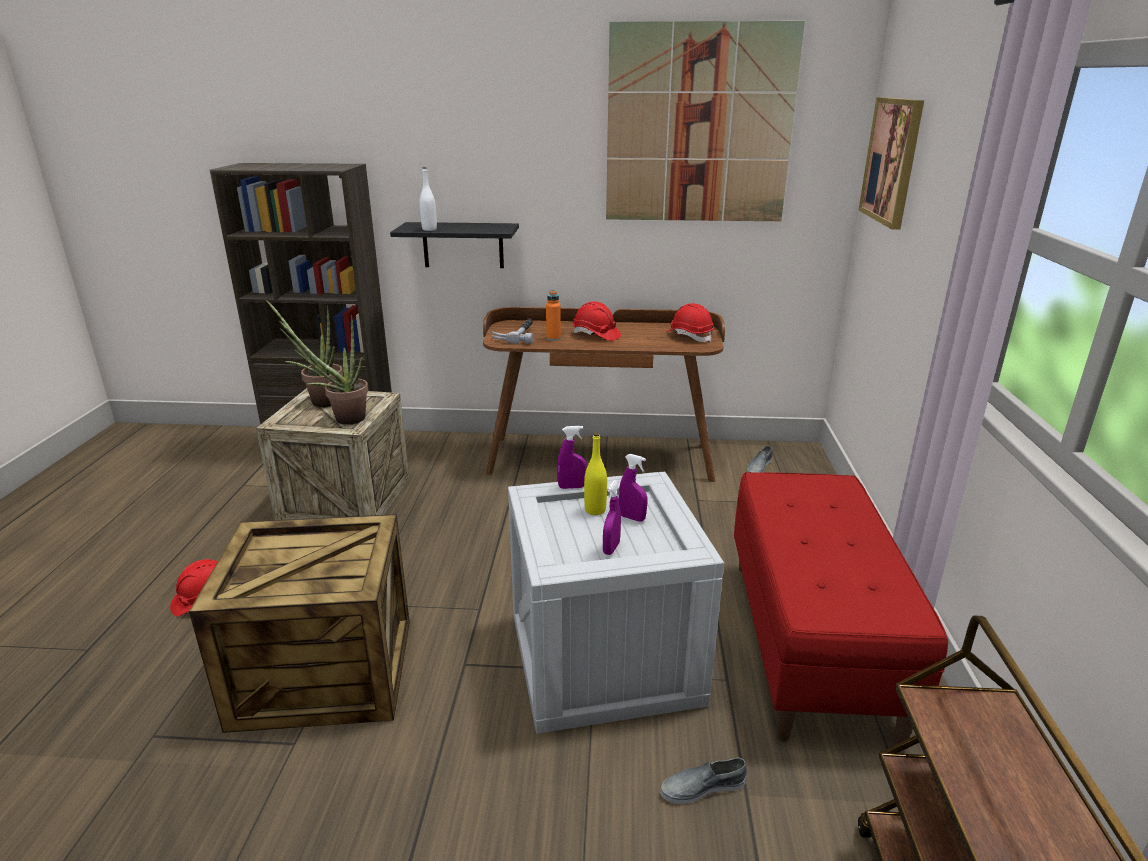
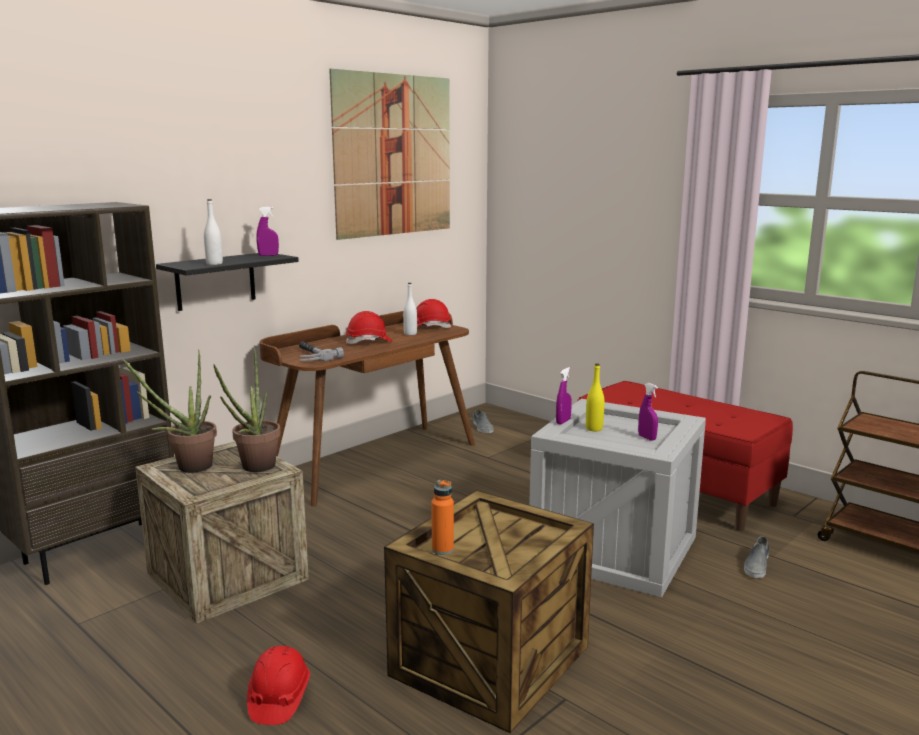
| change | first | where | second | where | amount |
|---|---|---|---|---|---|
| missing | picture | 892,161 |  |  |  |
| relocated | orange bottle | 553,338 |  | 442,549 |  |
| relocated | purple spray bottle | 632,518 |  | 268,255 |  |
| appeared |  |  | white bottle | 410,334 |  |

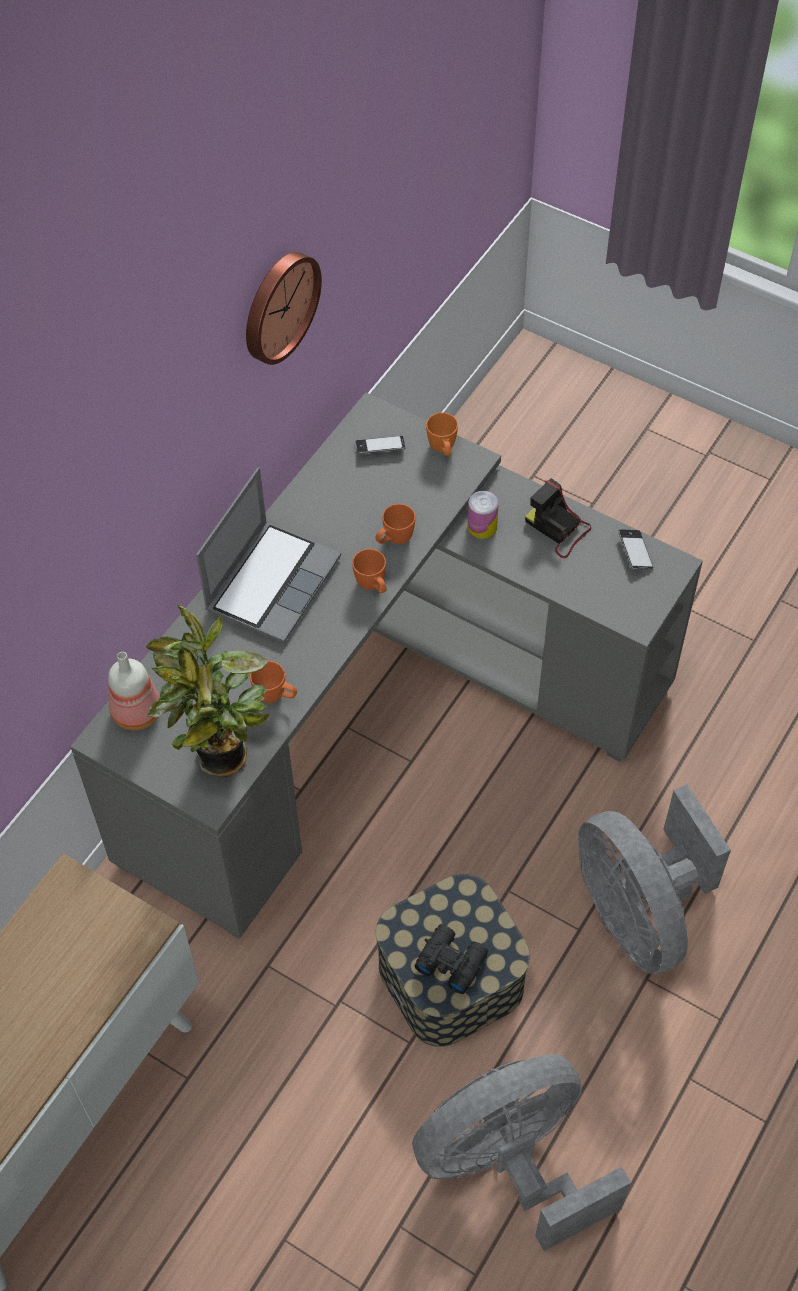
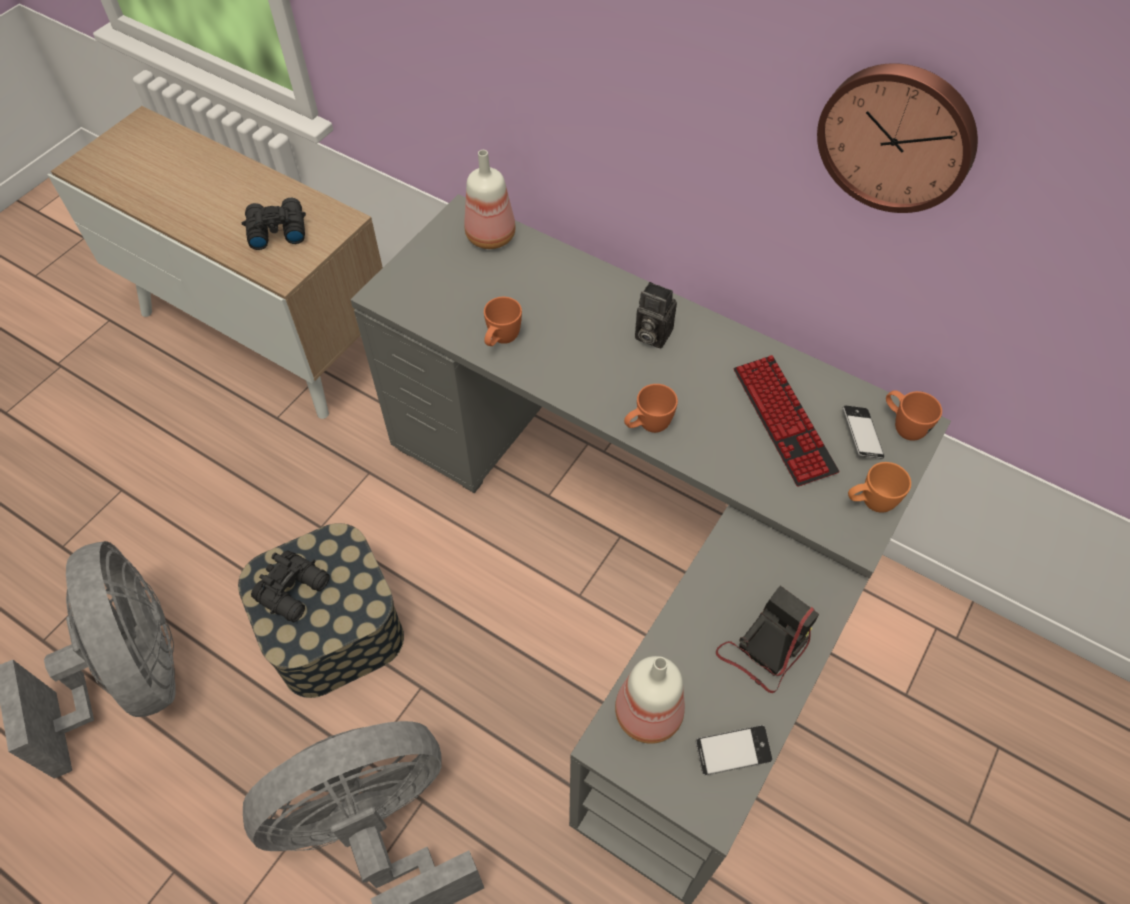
| change | first | where | second | where | amount |
|---|---|---|---|---|---|
| exchanged | laptop | 272,582 | photo camera | 650,335 |  |
| missing | can | 482,526 |  |  |  |
| relocated | orange mug | 394,540 |  | 902,426 |  |
| missing | potted plant | 222,762 |  |  |  |
| appeared |  |  | black binoculars | 276,230 |  |
| appeared |  |  | keyboard | 783,420 |  |
| appeared |  |  | bottle | 646,712 |  |

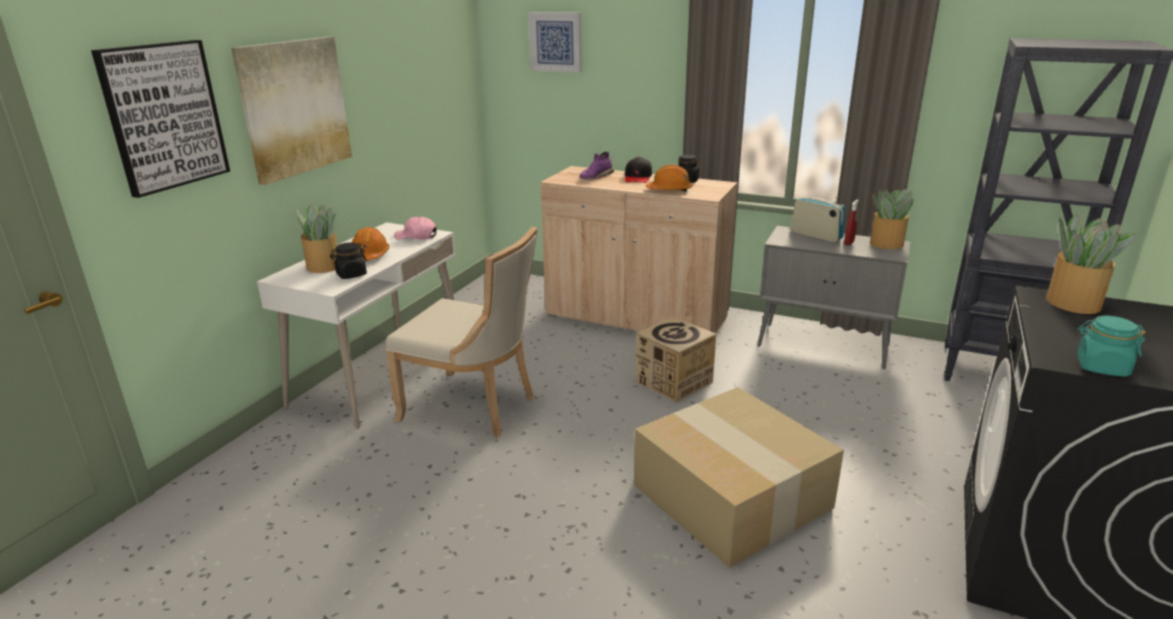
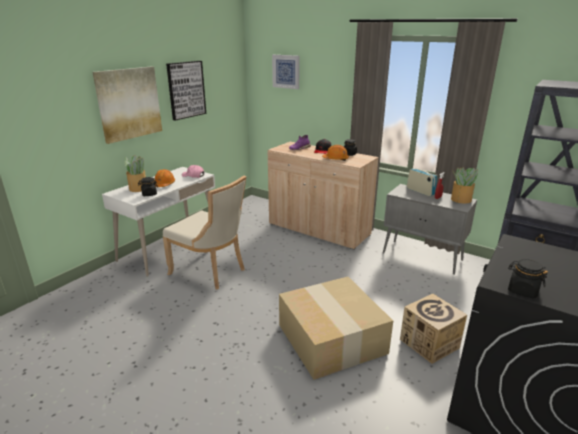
| change | first | where | second | where | amount |
|---|---|---|---|---|---|
| relocated | picture | 164,116 |  | 186,90 |  |
| missing | potted plant | 1072,302 |  |  |  |
| relocated | cardboard box | 674,382 |  | 429,343 |  |
| colour | turquoise jar | 1101,367 | black jar | 522,290 |  |

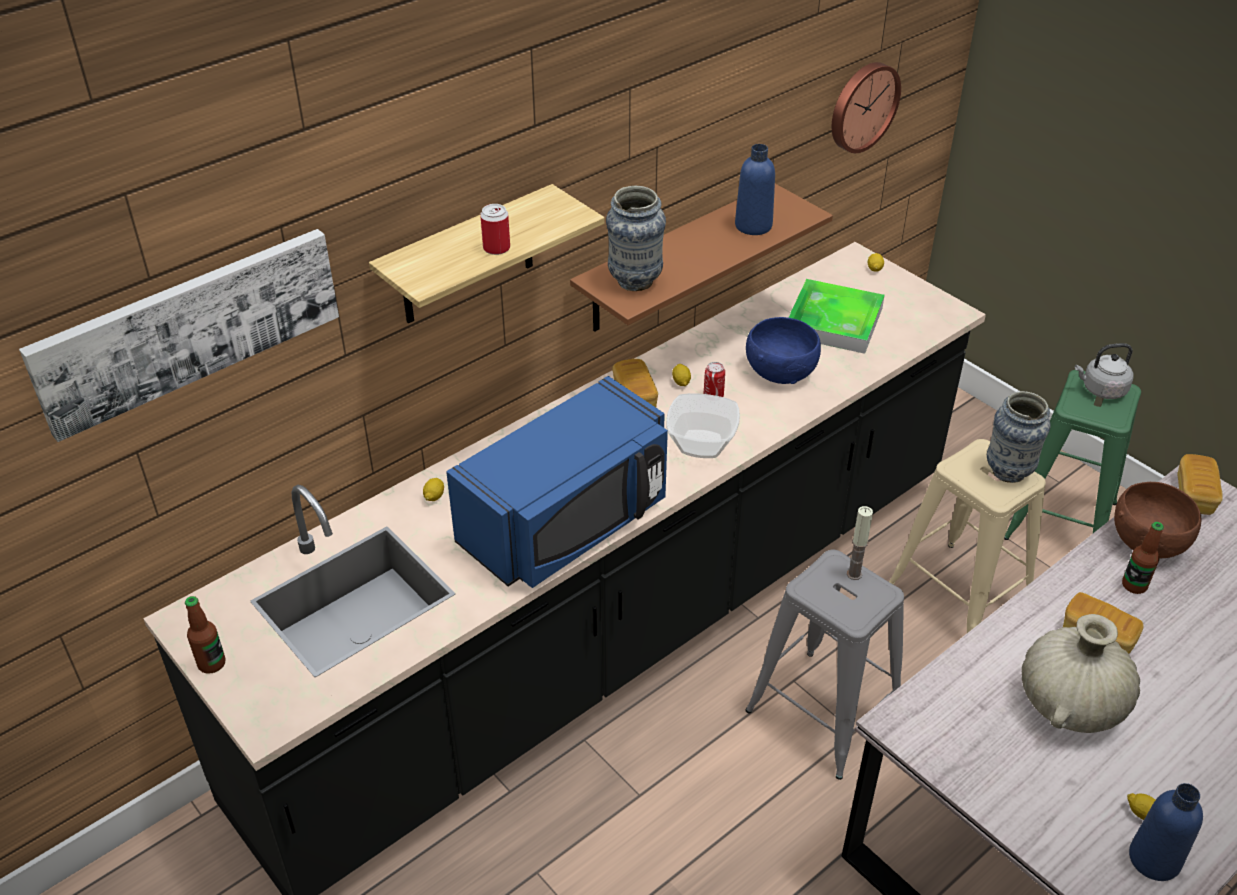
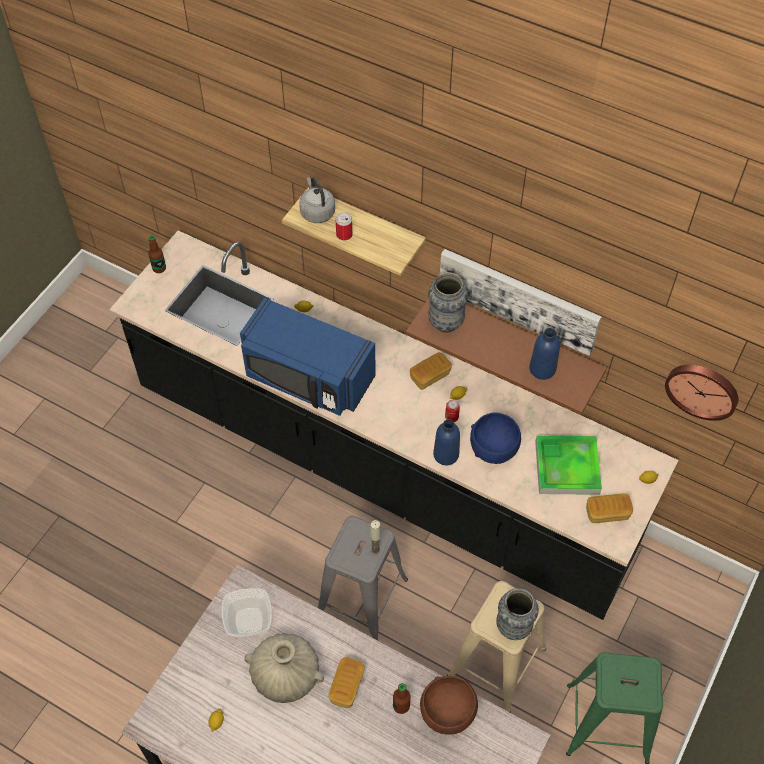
| change | first | where | second | where | amount |
|---|---|---|---|---|---|
| relocated | picture | 188,328 |  | 518,299 |  |
| relocated | grey kettle | 1101,390 |  | 317,211 |  |
| relocated | bowl | 702,444 |  | 249,622 |  |
| relocated | bread | 1194,495 |  | 607,513 |  |
| relocated | blue bottle | 1154,859 |  | 446,454 |  |

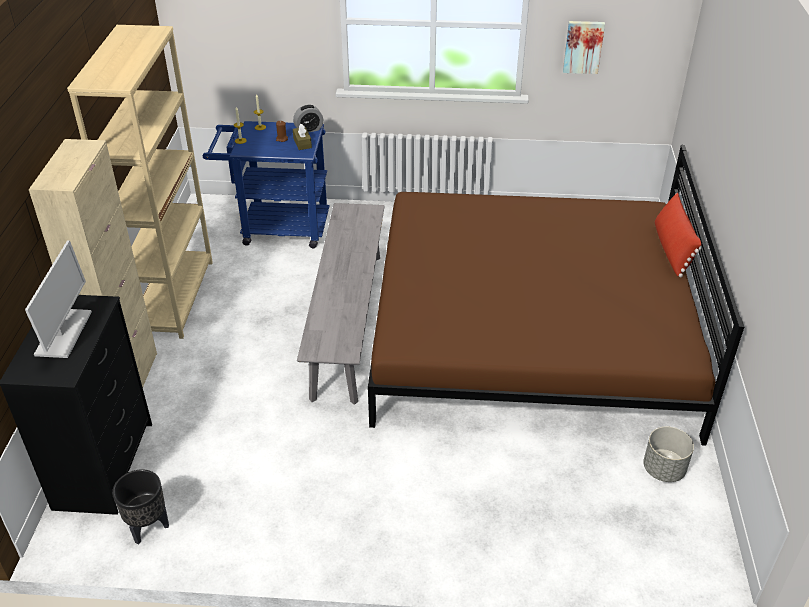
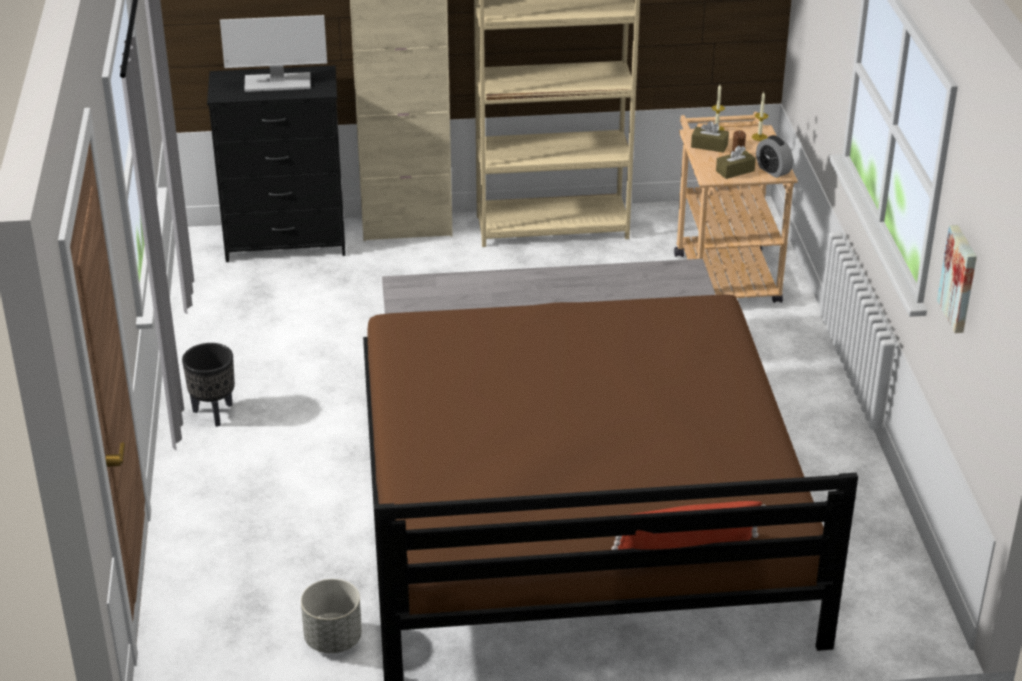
| change | first | where | second | where | amount |
|---|---|---|---|---|---|
| colour | blue cart | 276,228 | beige cart | 724,272 |  |
| relocated | black planter | 148,528 |  | 213,413 |  |
| appeared |  |  | brown tissue box | 709,146 |  |

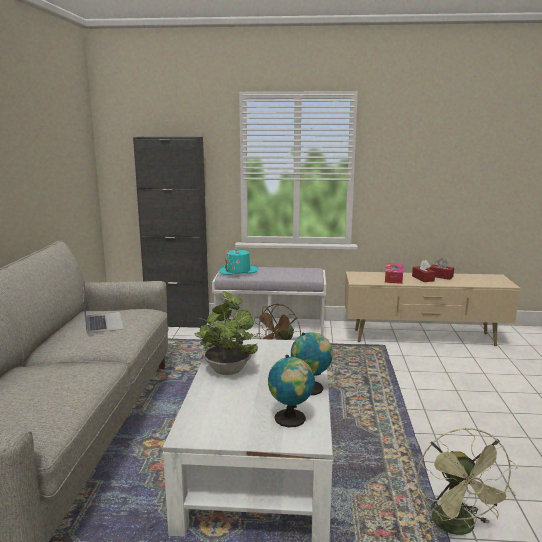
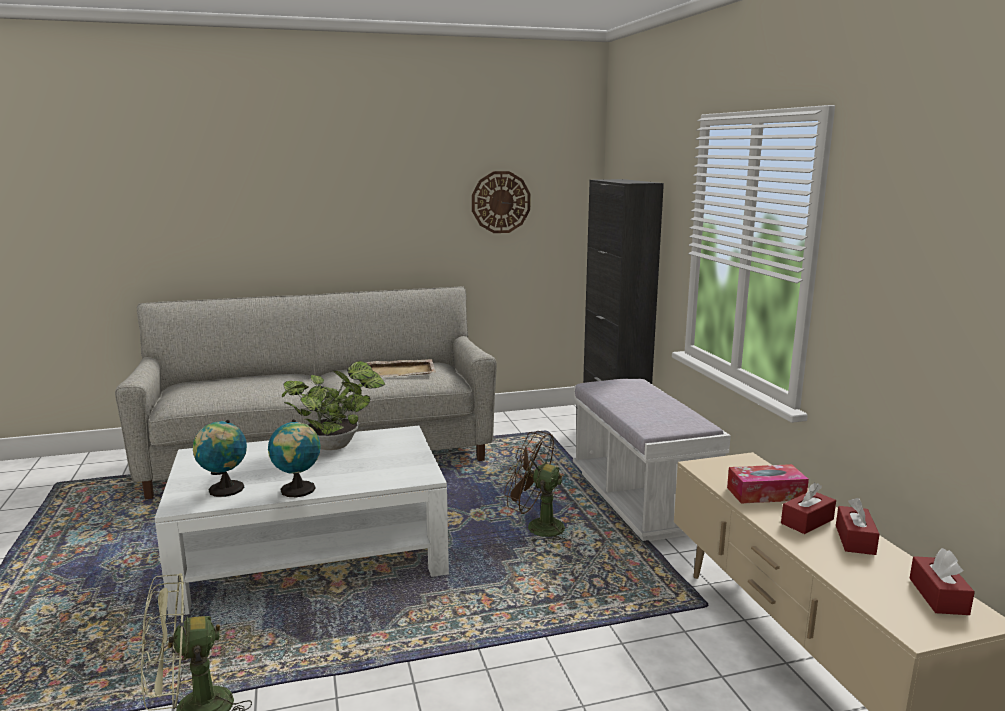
| change | first | where | second | where | amount |
|---|---|---|---|---|---|
| missing | turquoise hat | 238,271 |  |  |  |
| exchanged | laptop | 103,322 | beige tray | 397,371 |  |
| appeared |  |  | wall clock | 500,202 |  |
| appeared |  |  | red tissue box | 938,596 |  |

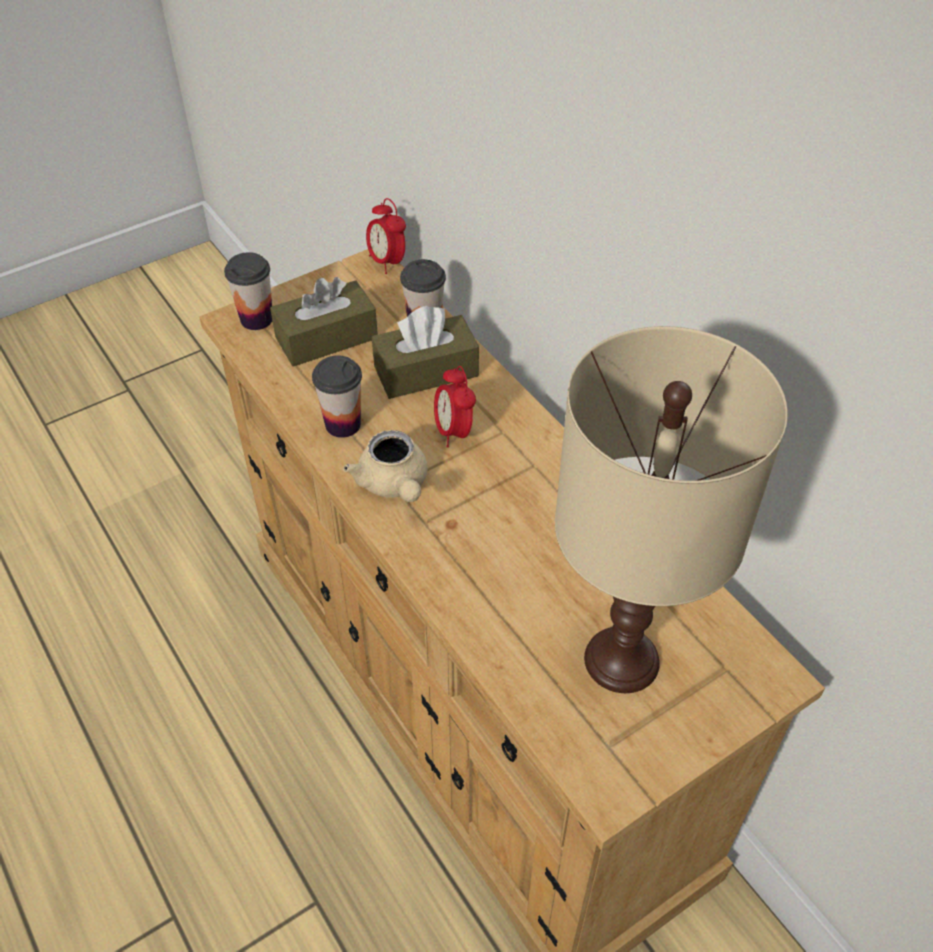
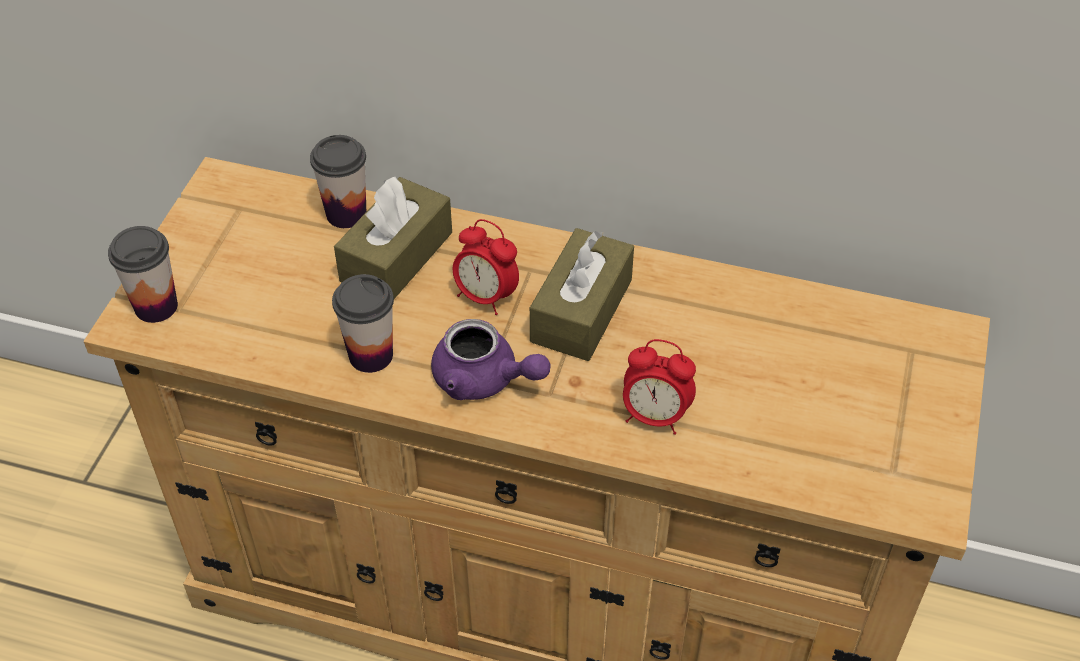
| change | first | where | second | where | amount |
|---|---|---|---|---|---|
| relocated | alarm clock | 387,262 |  | 654,416 |  |
| relocated | brown tissue box | 326,338 |  | 581,310 |  |
| missing | beige table lamp | 622,661 |  |  |  |
| colour | beige teapot | 394,485 | purple teapot | 484,380 |  |

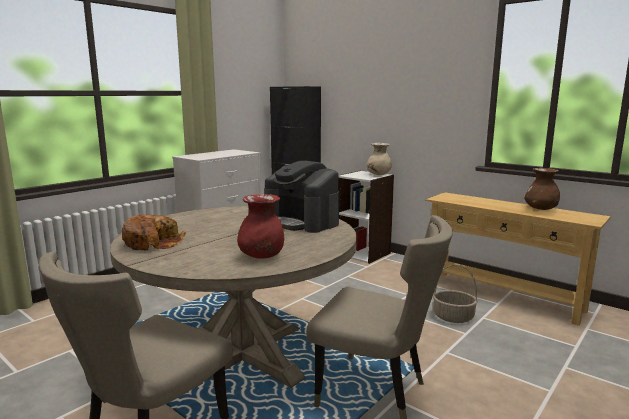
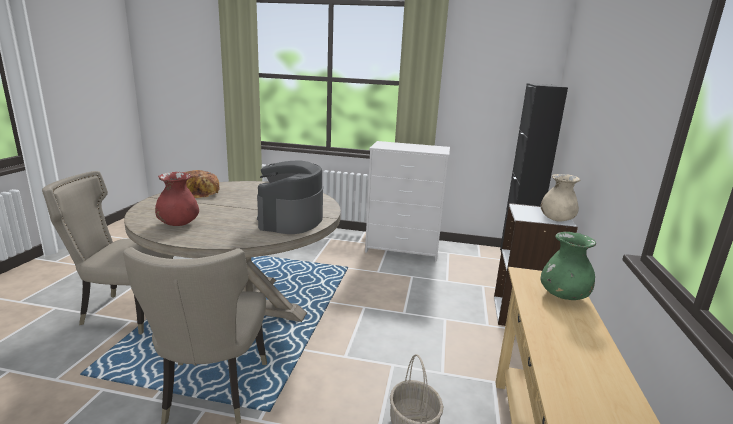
| change | first | where | second | where | amount |
|---|---|---|---|---|---|
| missing | brown vase | 540,209 |  |  |  |
| appeared |  |  | green vase | 563,296 |  |

